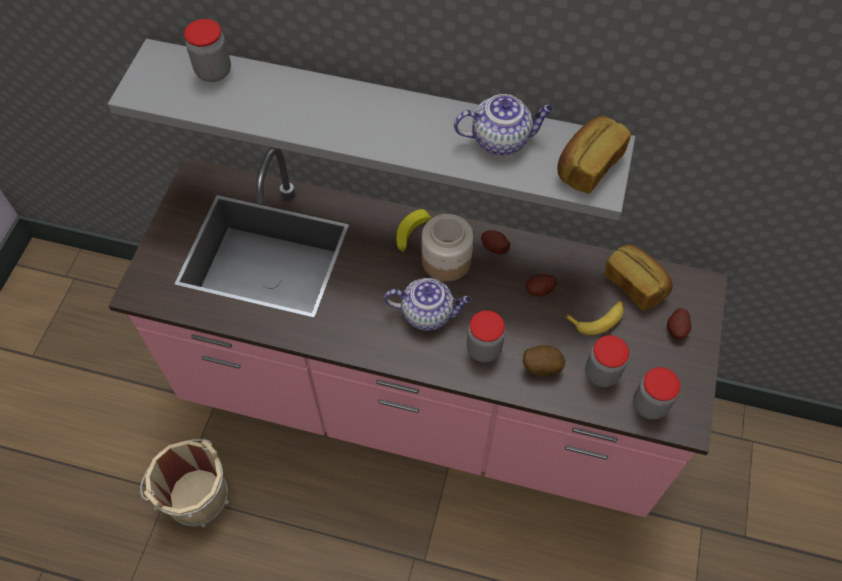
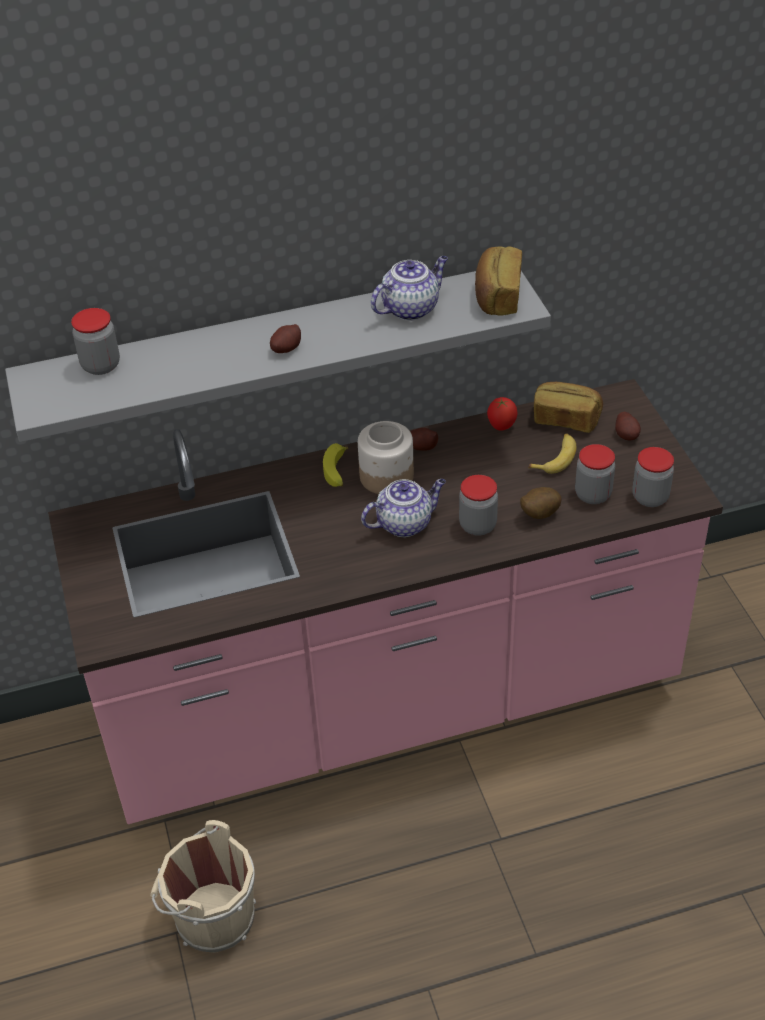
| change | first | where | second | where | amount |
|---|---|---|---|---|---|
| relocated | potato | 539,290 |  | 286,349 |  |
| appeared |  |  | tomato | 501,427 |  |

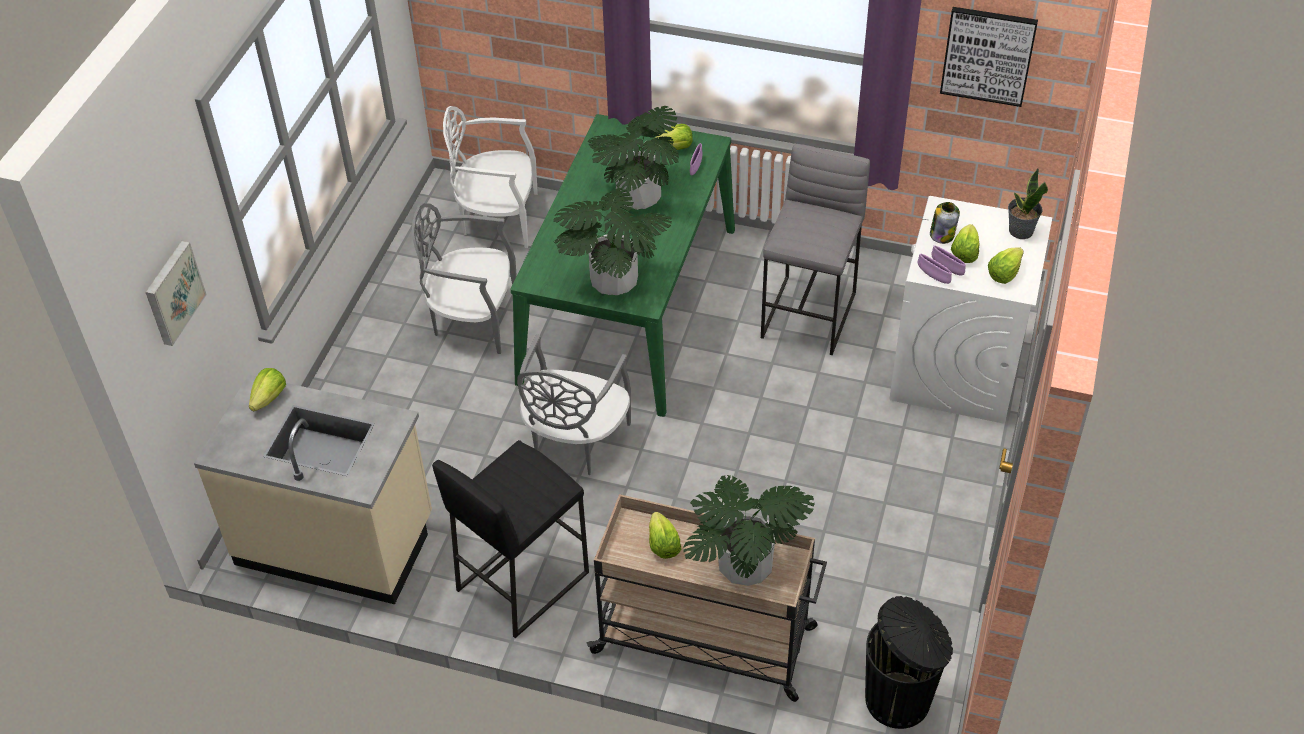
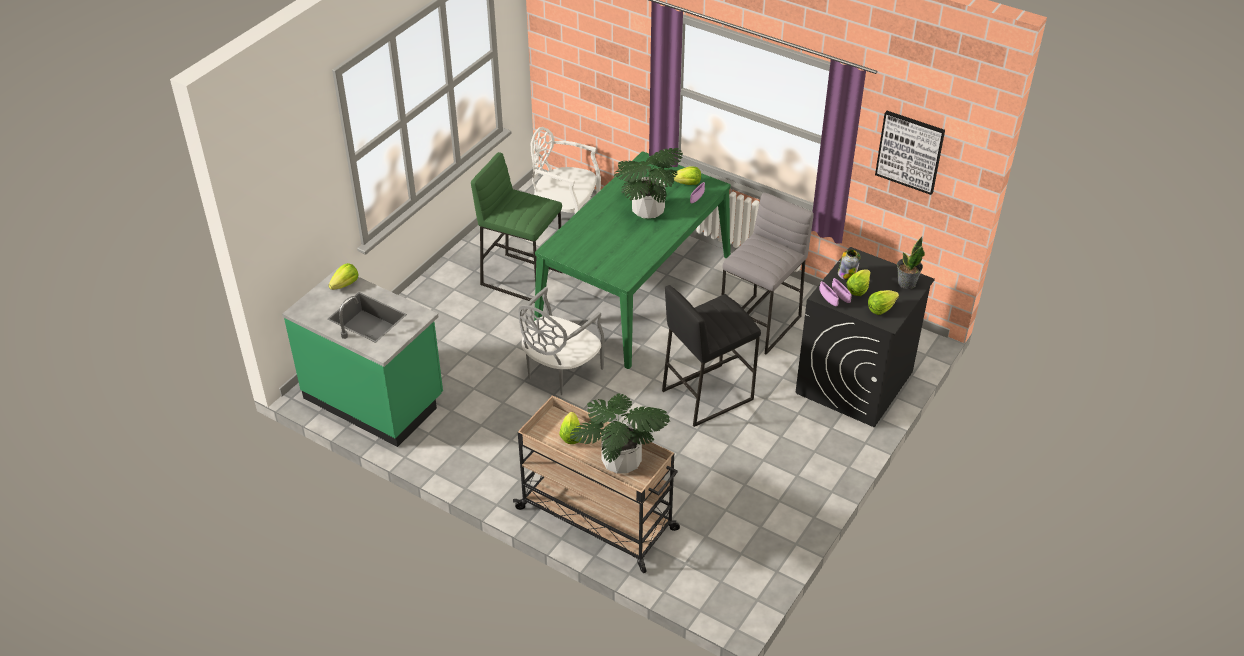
| change | first | where | second | where | amount |
|---|---|---|---|---|---|
| missing | potted plant | 614,282 |  |  |  |
| colour | white washing machine | 956,368 | black washing machine | 854,383 |  |
| exchanged | grey chair | 473,319 | green stool | 522,278 |  |
| missing | picture | 172,292 |  |  |  |
| colour | beige counter | 336,540 | green counter | 375,398 |  |
| relocated | black stool | 522,580 |  | 707,394 |  |
| missing | black trash can | 900,699 |  |  |  |

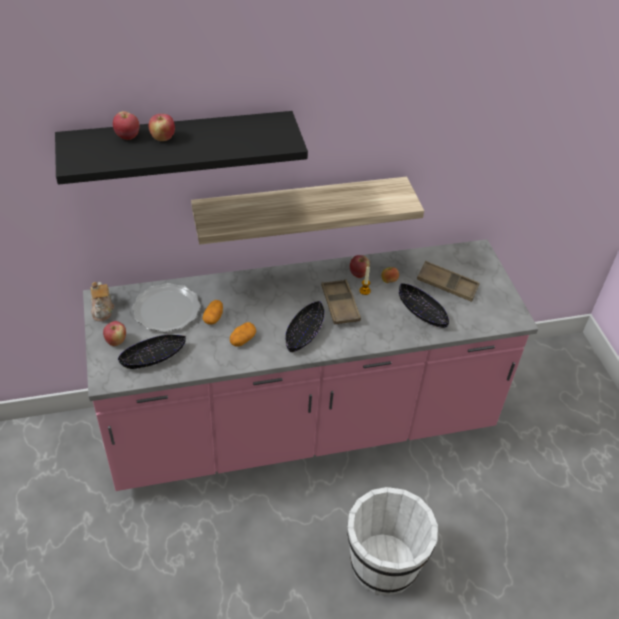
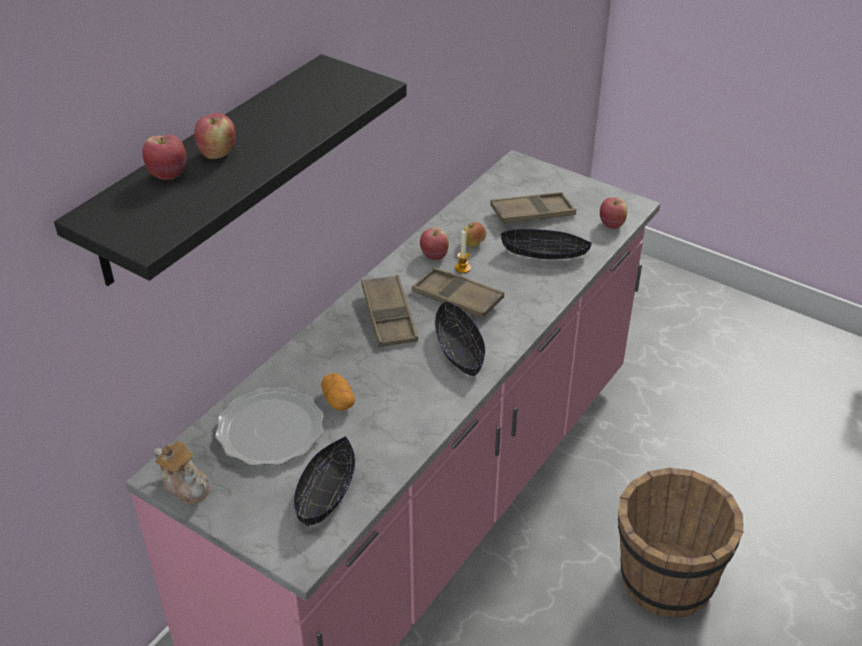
| change | first | where | second | where | amount |
|---|---|---|---|---|---|
| missing | shelf | 300,208 |  |  |  |
| relocated | apple | 116,341 |  | 611,224 |  |
| missing | potato | 242,340 |  |  |  |
| colour | white bucket | 384,563 | brown bucket | 665,579 |  |
| appeared |  |  | brown tray | 389,316 |  |

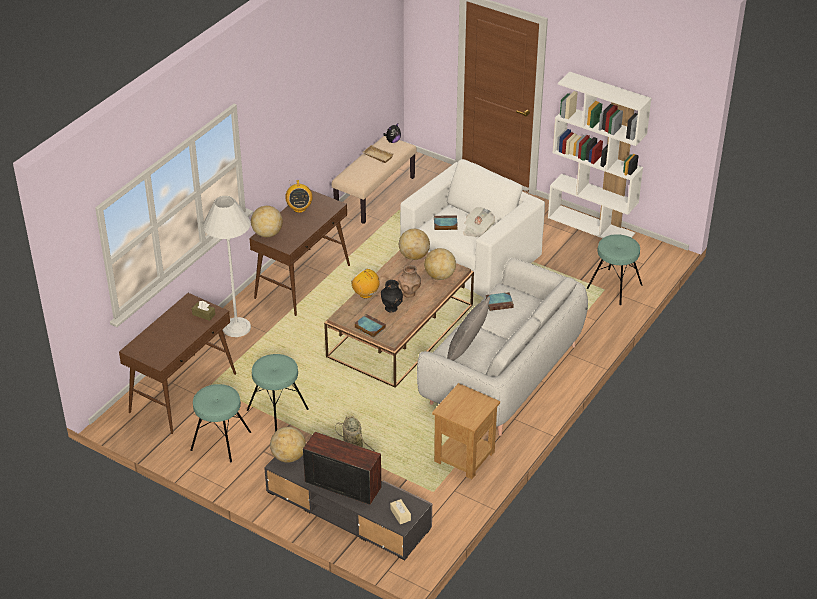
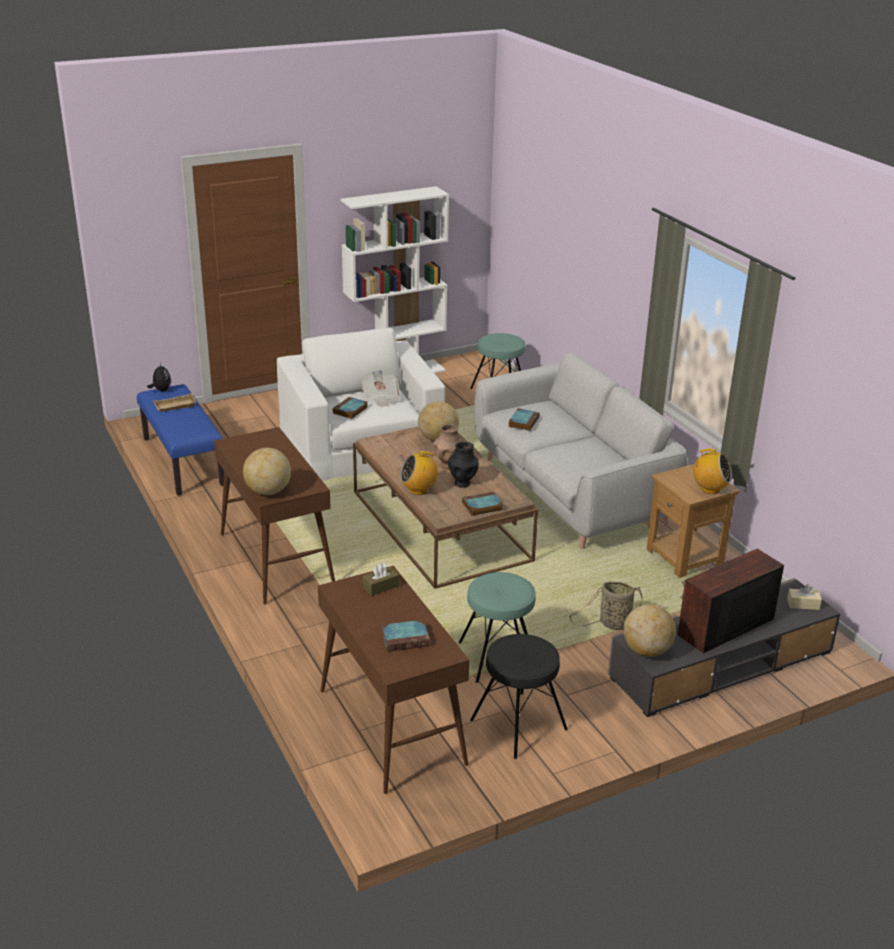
| change | first | where | second | where | amount |
|---|---|---|---|---|---|
| colour | beige bench | 374,194 | blue bench | 182,461 |  |
| relocated | radio | 299,208 |  | 710,489 |  |
| missing | white floor lamp | 236,327 |  |  |  |
| missing | globe | 414,256 |  |  |  |
| missing | grey pillow | 467,351 |  |  |  |
| colour | turquoise stool | 221,441 | black stool | 518,724 |  |
| appeared |  |  | book | 406,638 |  |

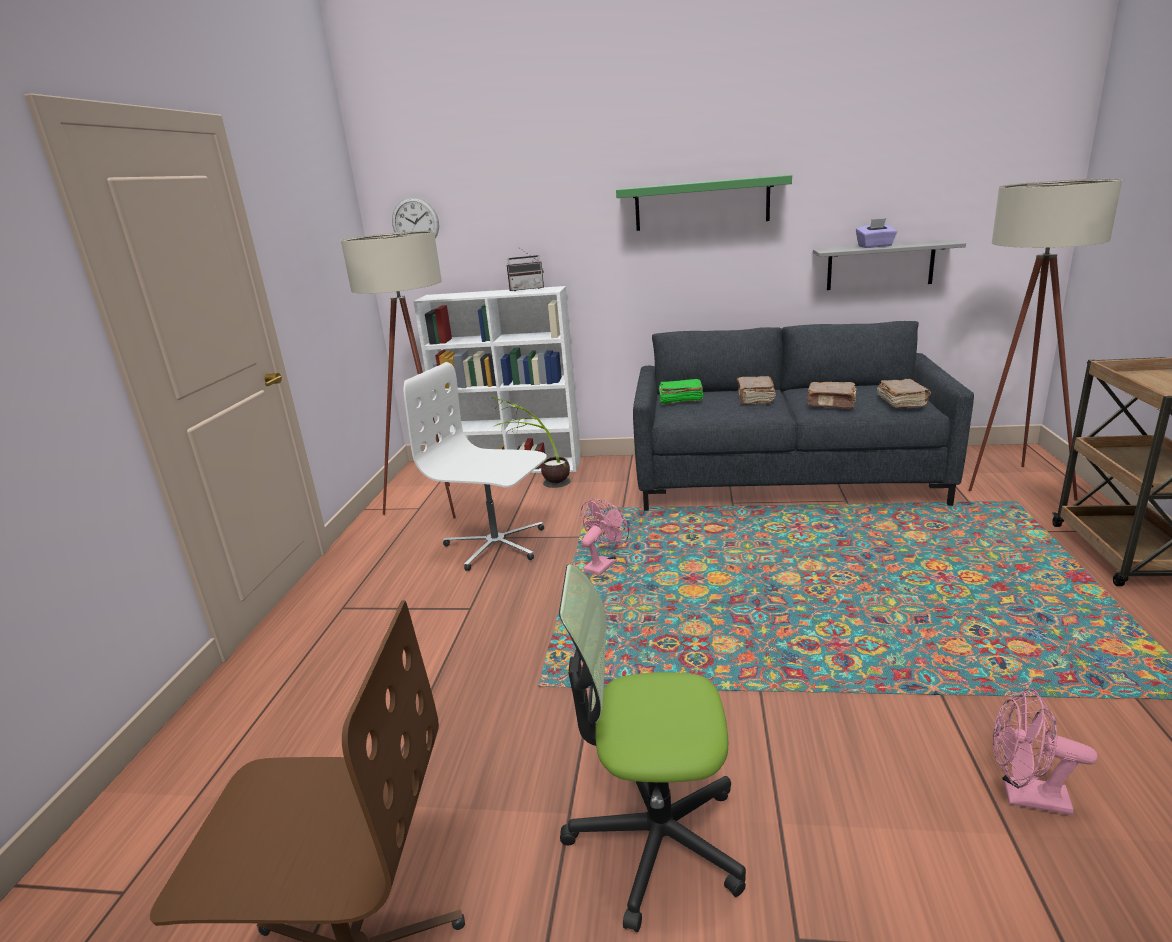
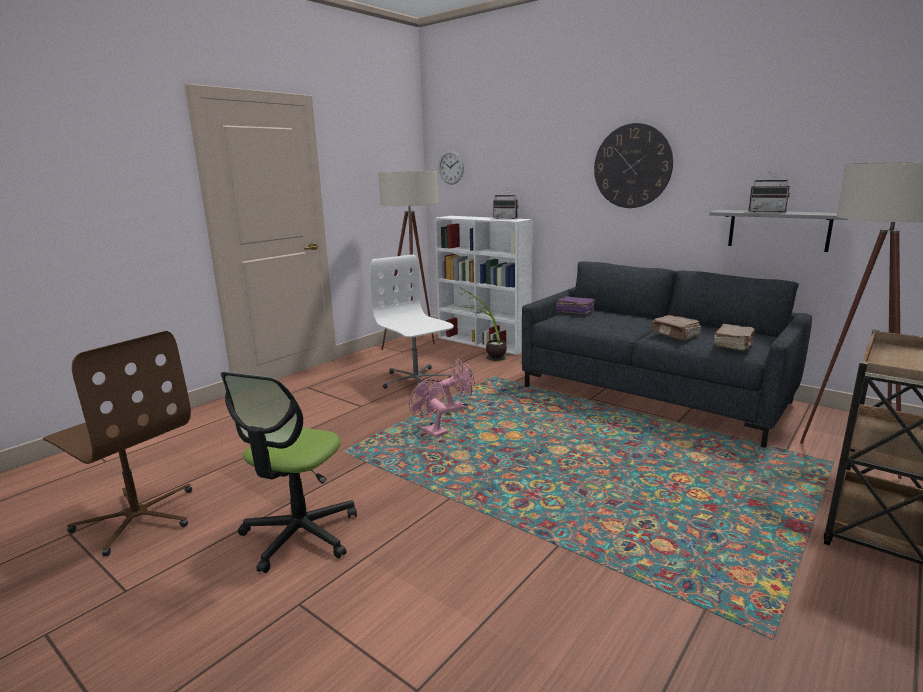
| change | first | where | second | where | amount |
|---|---|---|---|---|---|
| exchanged | green shelf | 701,204 | wall clock | 632,166 |  |
| exchanged | purple tissue box | 875,246 | radio | 767,211 |  |
| missing | brown book | 754,398 |  |  |  |
| colour | green book | 680,400 | purple book | 574,312 |  |
| spun | office chair | 656,839 |  | 300,535 | 105 degrees counterclockwise |
| relocated | pink fan | 1025,797 |  | 431,430 |  |

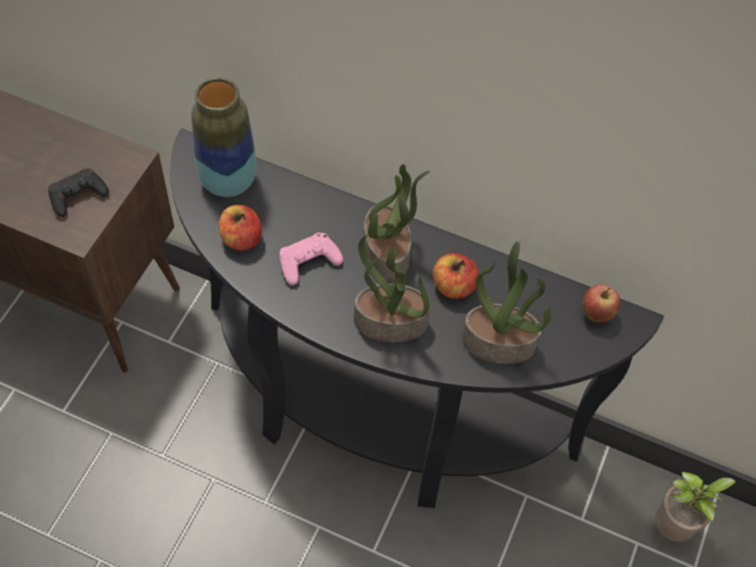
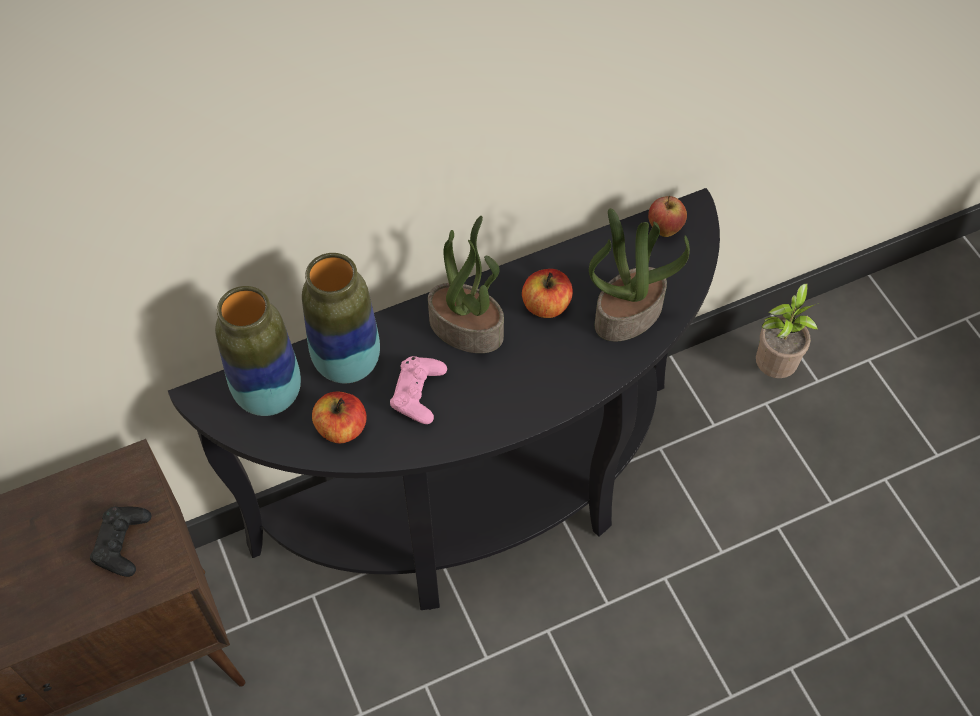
| change | first | where | second | where | amount |
|---|---|---|---|---|---|
| missing | potted plant | 389,323 |  |  |  |
| appeared |  |  | vase | 347,363 |  |

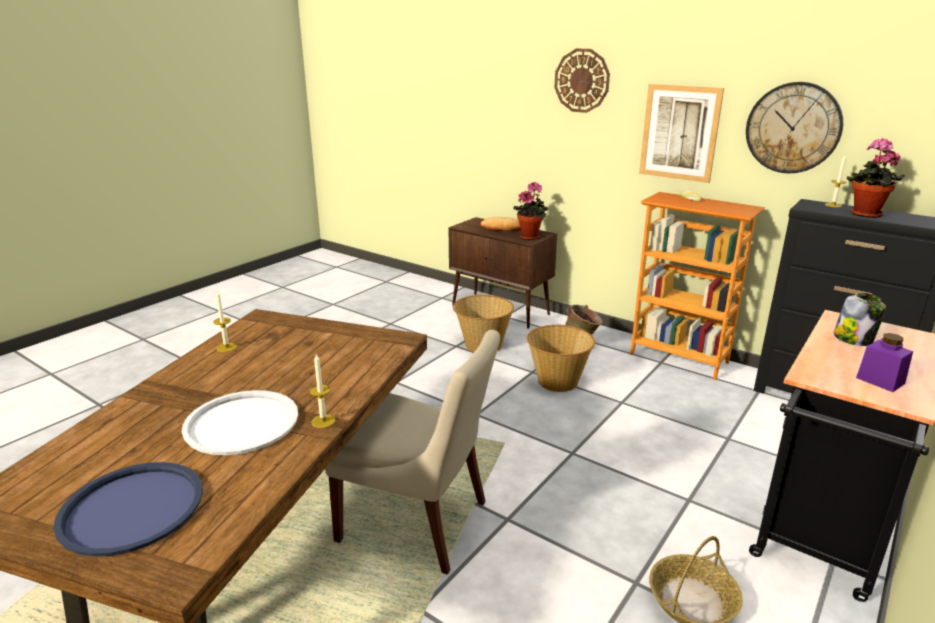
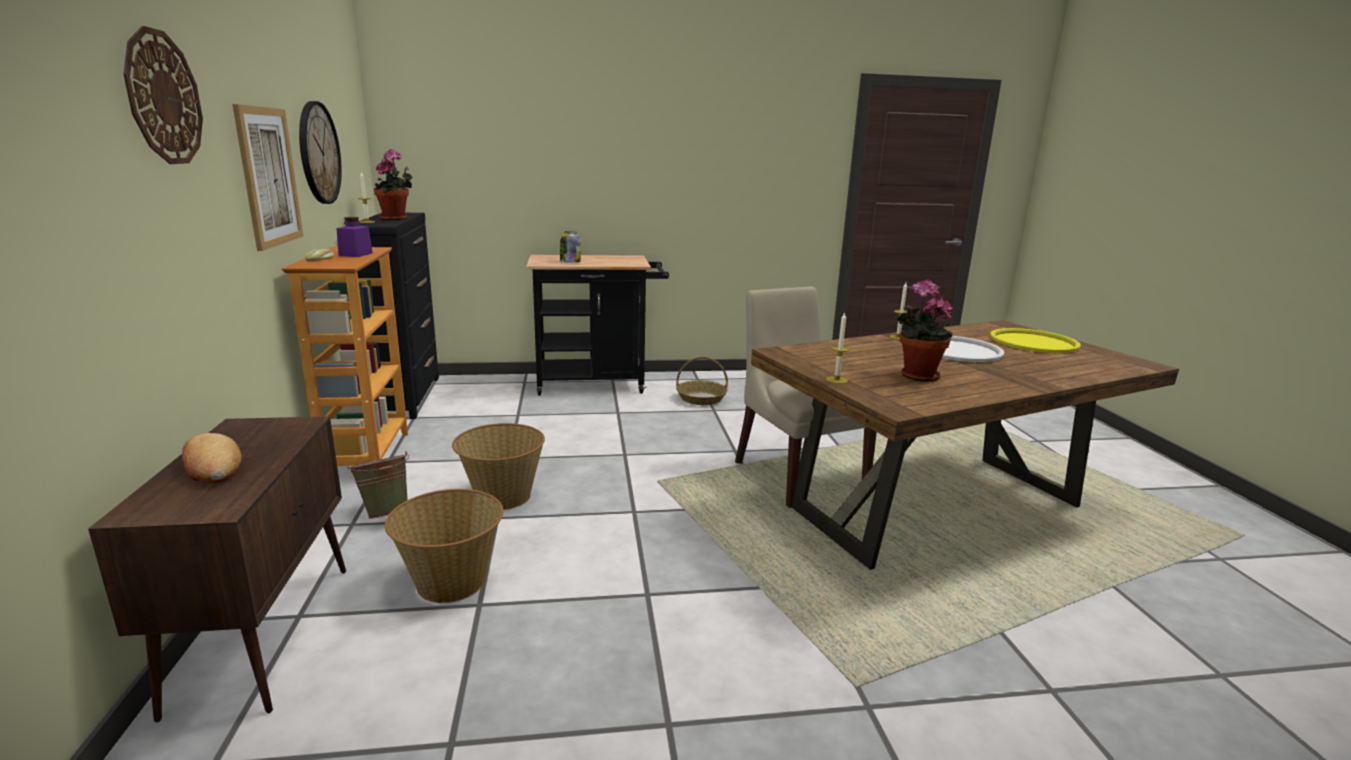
| change | first | where | second | where | amount |
|---|---|---|---|---|---|
| relocated | potted plant | 530,236 |  | 916,376 |  |
| relocated | candle | 226,347 |  | 836,380 |  |
| relocated | purple jar | 880,380 |  | 356,254 |  |
| colour | blue tray | 132,508 | yellow tray | 1033,342 |  |

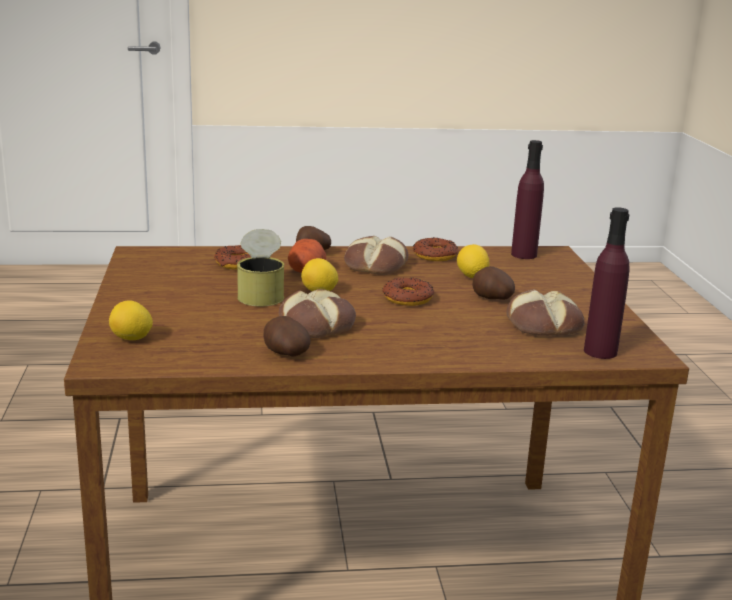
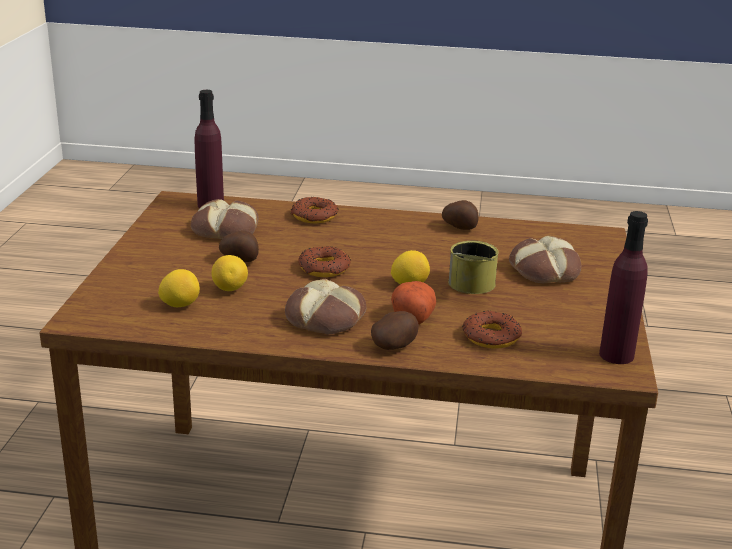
| change | first | where | second | where | amount |
|---|---|---|---|---|---|
| relocated | purple bottle | 524,254 |  | 616,355 |  |
| relocated | donut | 435,255 |  | 314,216 |  |
| relocated | bread | 317,324 |  | 543,270 |  |
| relocated | lemon | 131,339 |  | 180,305 |  |

